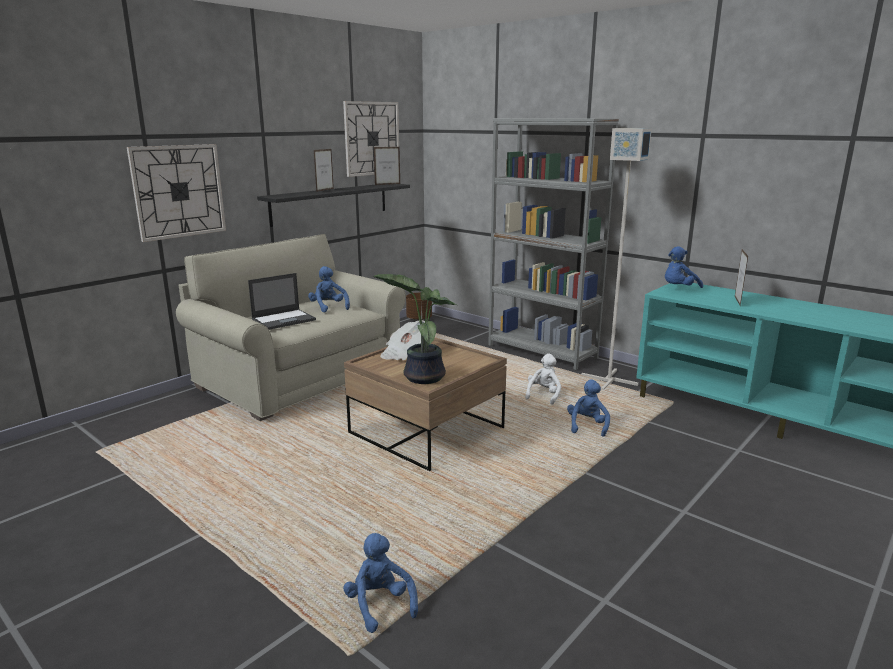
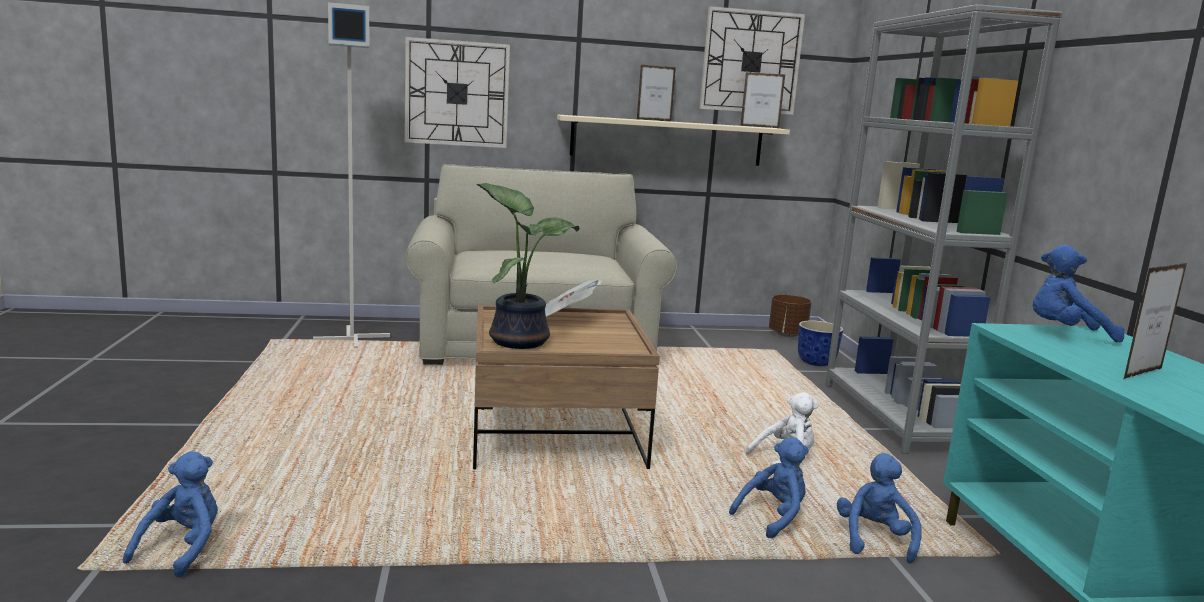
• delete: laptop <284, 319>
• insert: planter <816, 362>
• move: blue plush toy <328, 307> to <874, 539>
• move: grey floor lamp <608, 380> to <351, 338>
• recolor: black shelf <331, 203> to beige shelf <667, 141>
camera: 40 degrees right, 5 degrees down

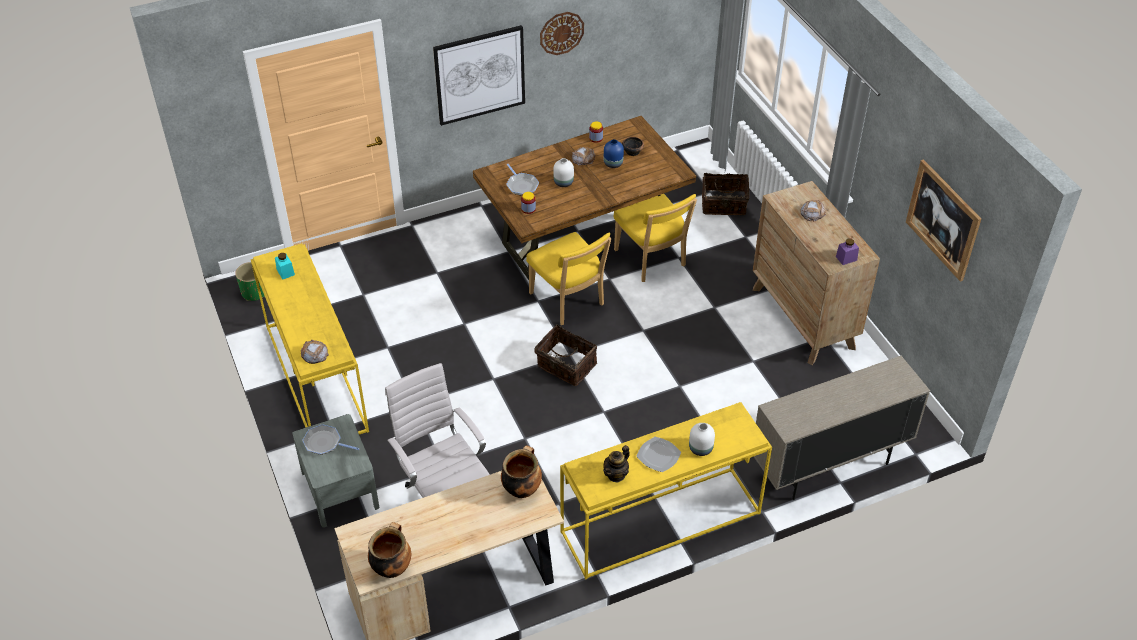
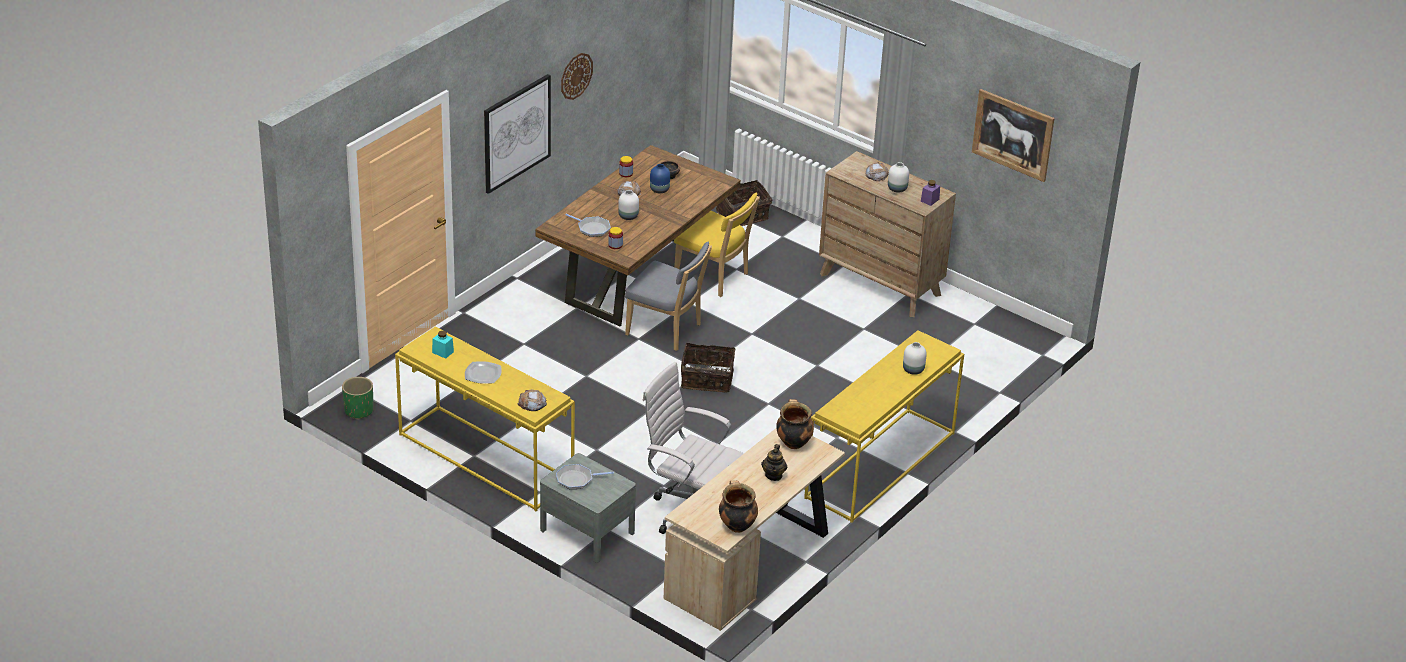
• delete: beige cabinet <828, 466>
• insert: white vase <897, 189>
• move: teapot <616, 474> to <774, 475>
• move: plate <658, 456> to <483, 374>
• recolor: yellow chair <568, 301> to grey chair <667, 331>
camera: 30 degrees left, 10 degrees down

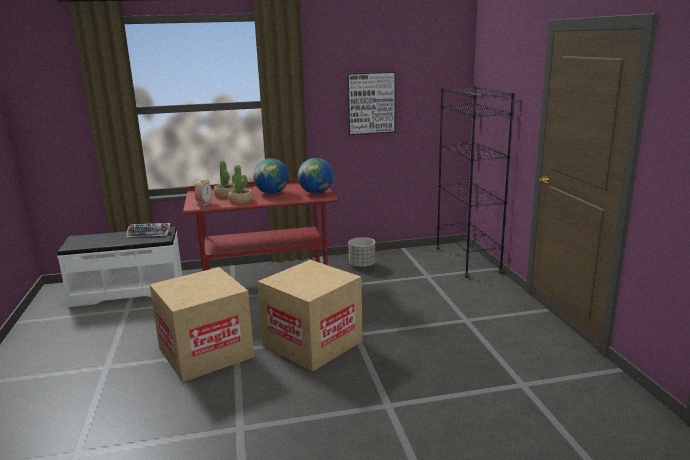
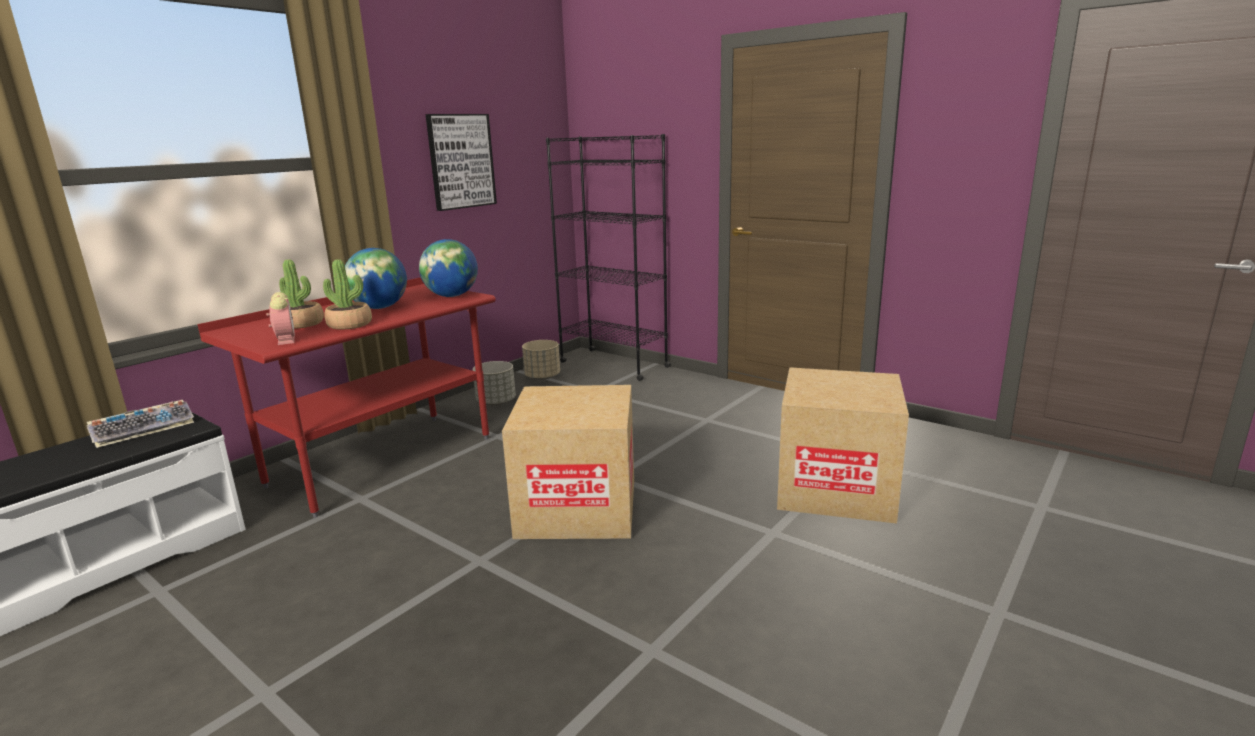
• insert: beige planter <542, 377>
• move: cardboard box <206, 353> to <835, 488>
camera: 40 degrees left, 0 degrees up

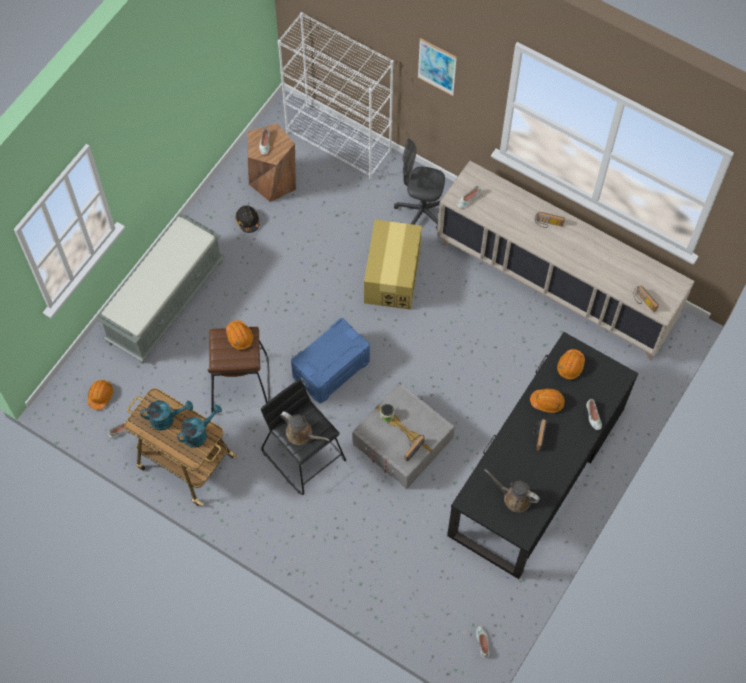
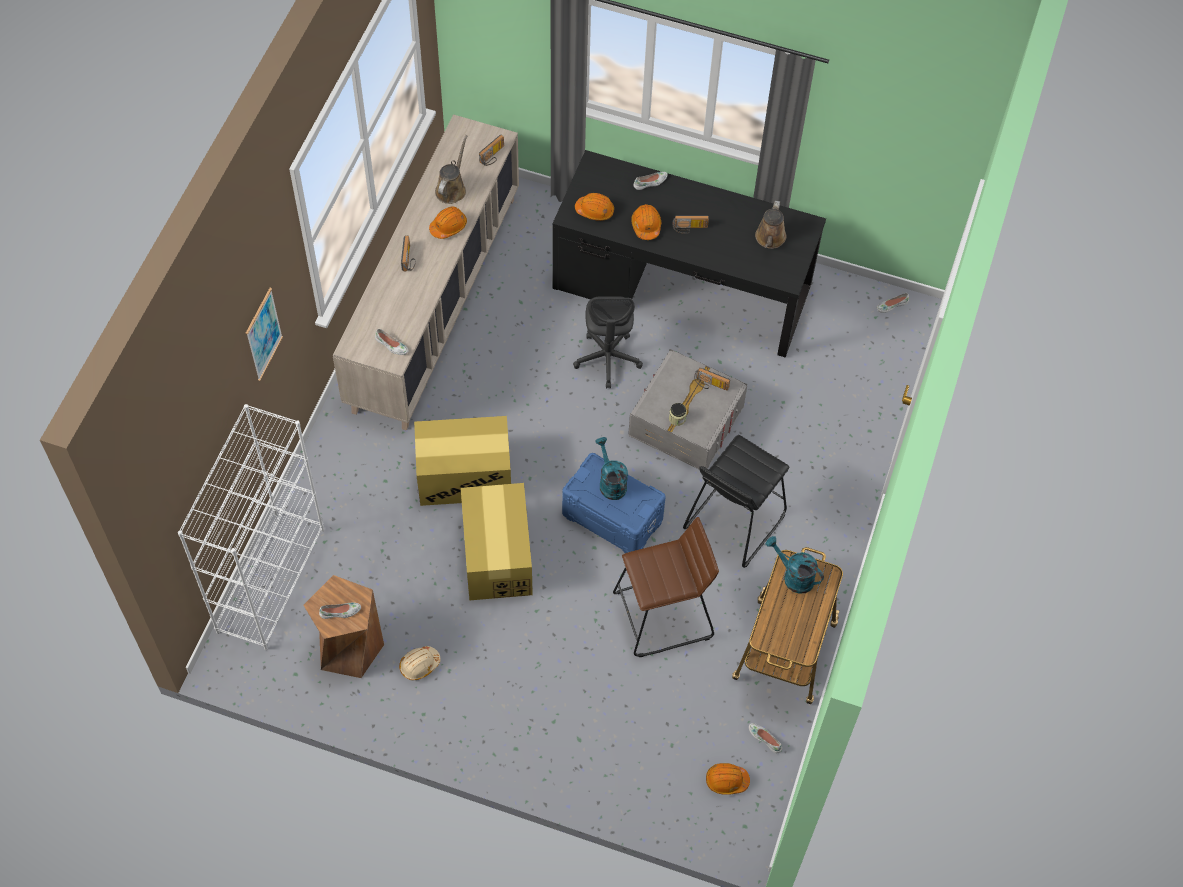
• delete: grey bench <165, 300>
• insert: cardboard box <497, 556>
• move: turquoise watering can <166, 419> to <610, 482>
• move: orange hard hat <239, 337> to <448, 226>
• move: brown watering can <301, 434> to <452, 188>
• move: grey office chair <421, 212> to <607, 359>
• recolor: black hard hat <247, 220> to beige hard hat <419, 665>
camera: 105 degrees left, 5 degrees down

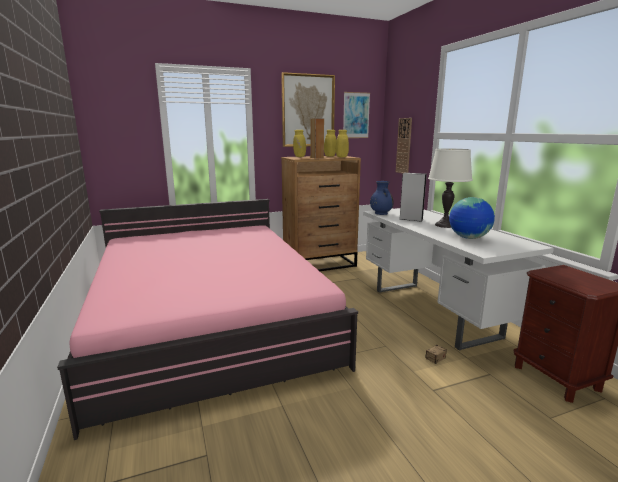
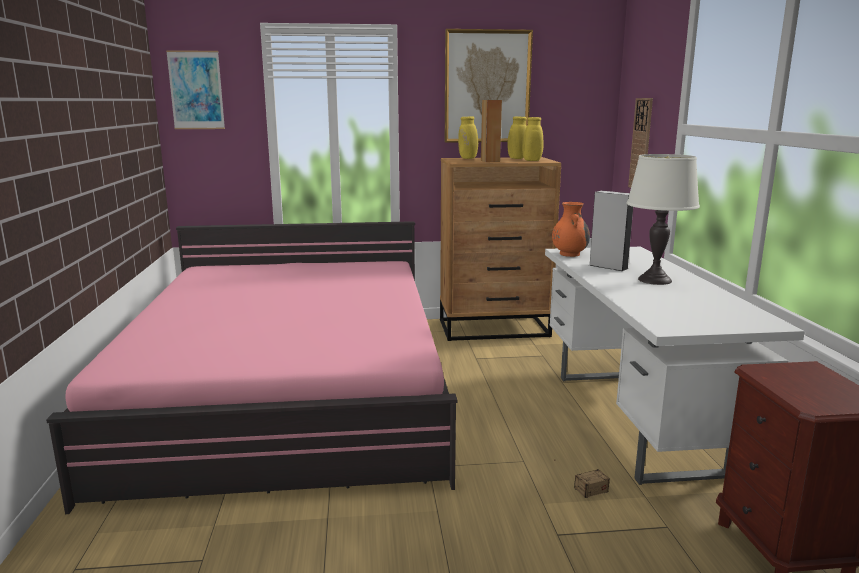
• delete: globe <469, 238>
• move: picture <356, 115> to <196, 90>
• recolor: blue vase <381, 213> to orange vase <569, 254>
camera: 15 degrees right, 0 degrees up

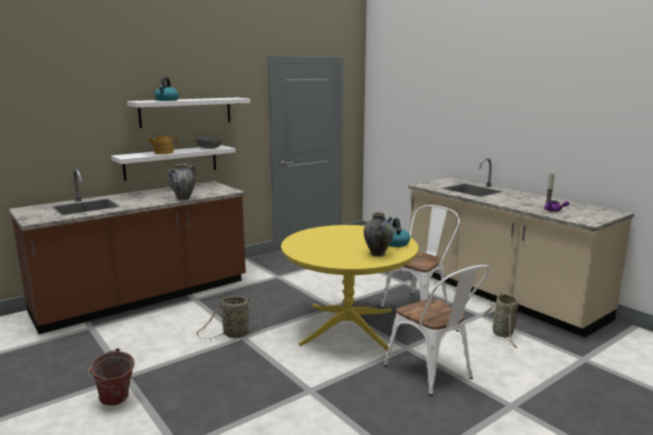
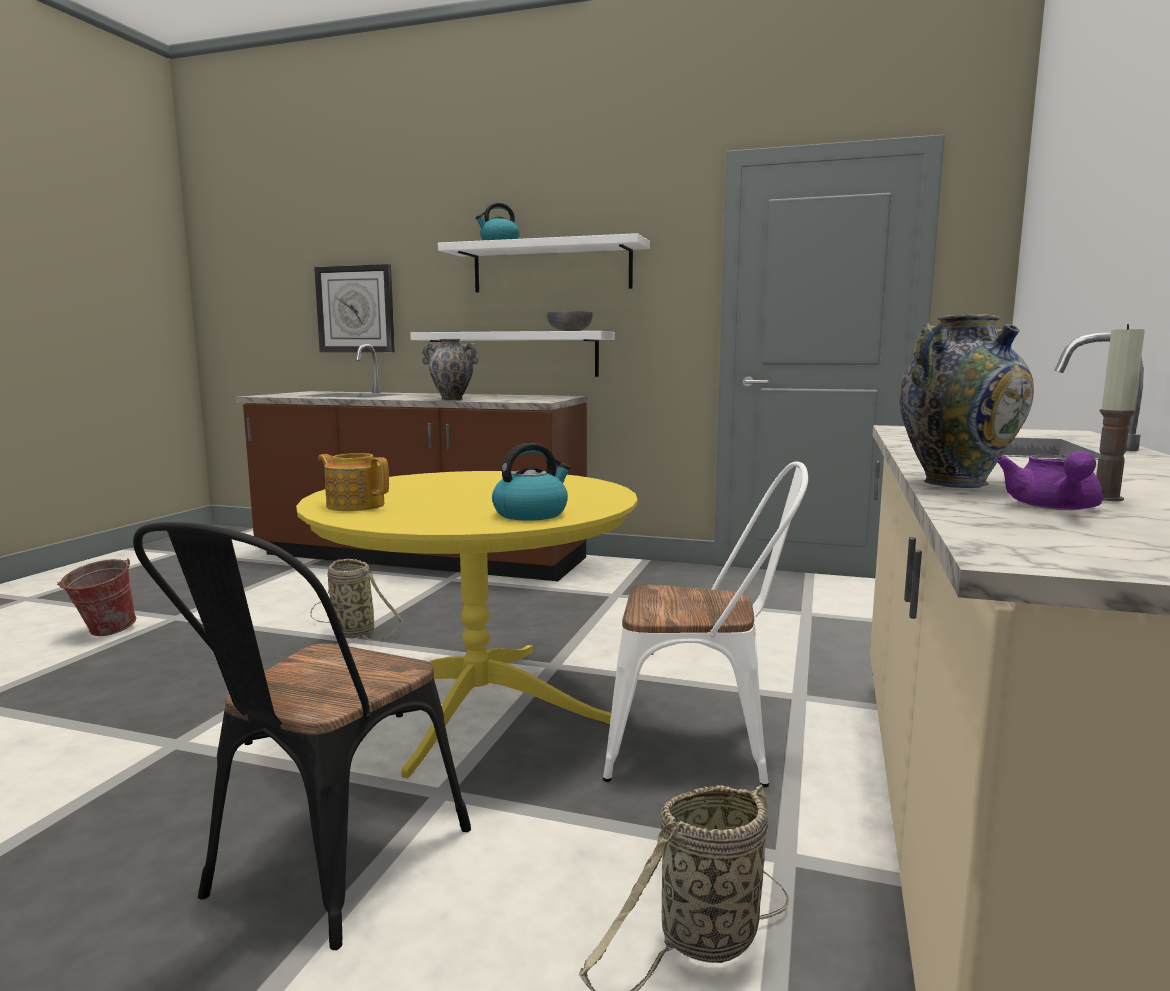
• insert: wall clock <355, 309>
• move: teapot <163, 153> to <355, 505>
• move: vase <378, 253> to <955, 483>
• recolor: white chair <434, 374> to black chair <322, 871>
camera: 55 degrees right, 5 degrees down

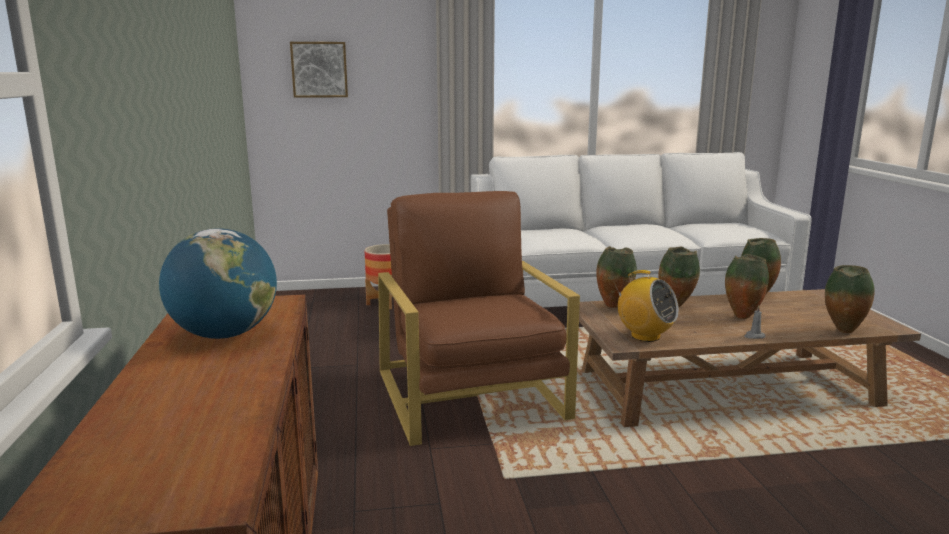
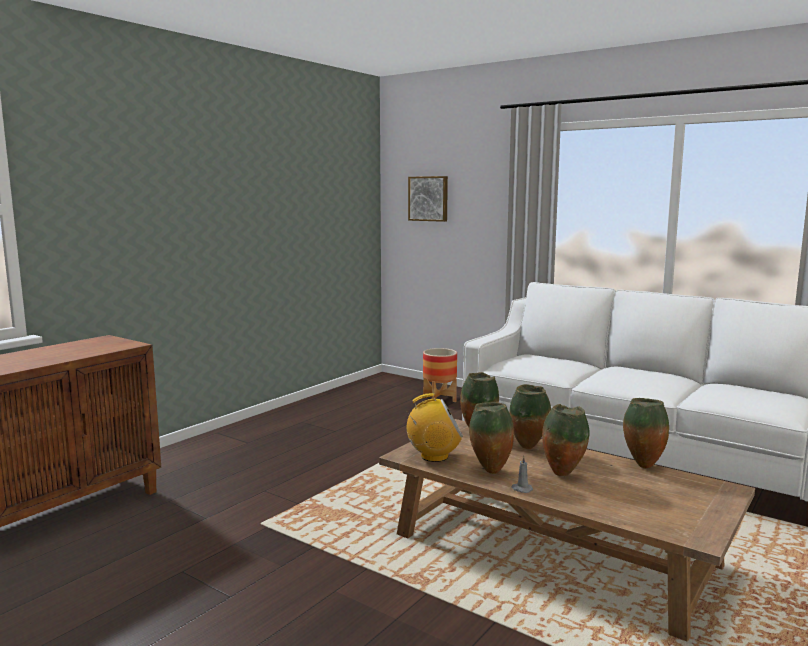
• delete: globe <224, 335>
• delete: brown armchair <471, 395>
• move: vase <843, 332> to <489, 471>
• rotate: radio <645, 336> = <434, 456> 90 degrees counterclockwise
camera: 45 degrees right, 5 degrees down

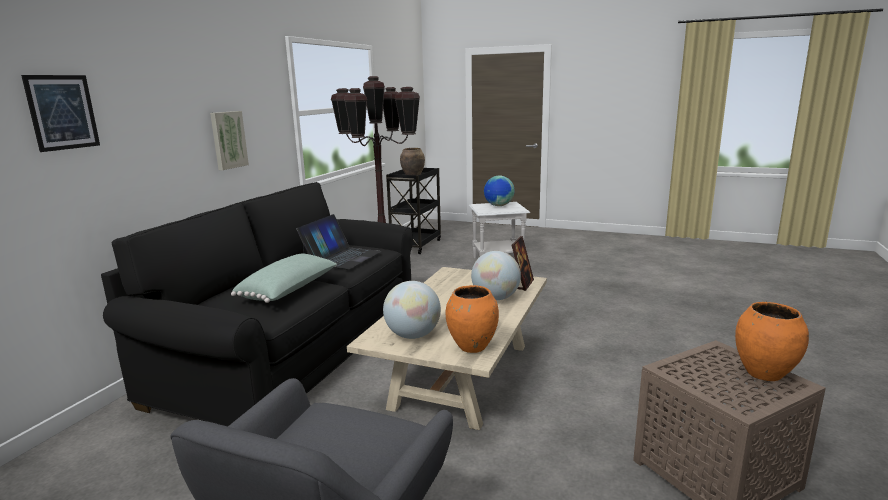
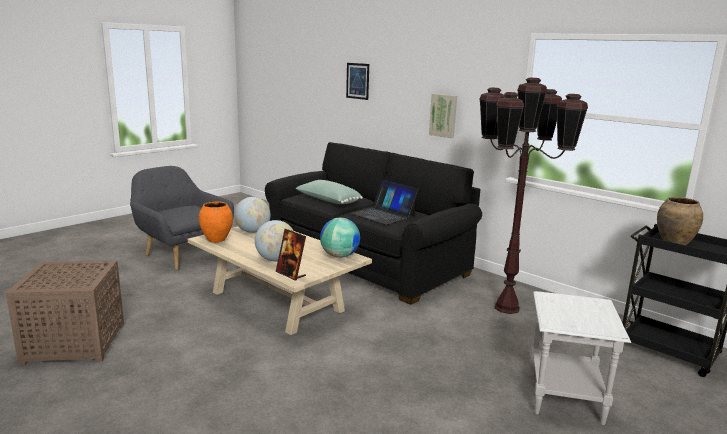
• delete: orange vase <763, 373>
• move: globe <498, 206> to <339, 256>
camera: 110 degrees right, 0 degrees up

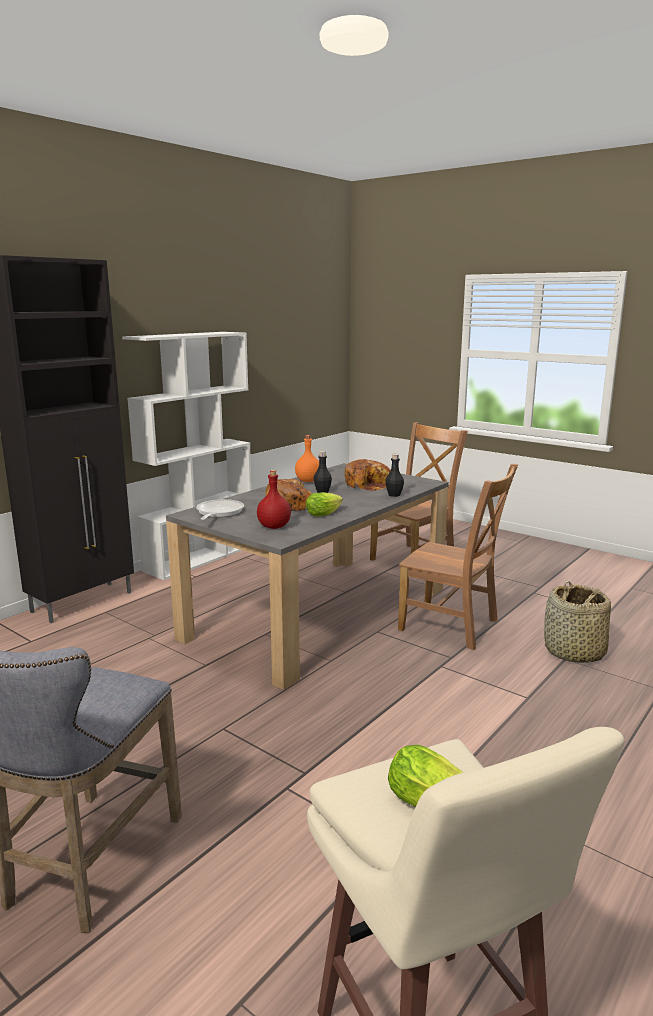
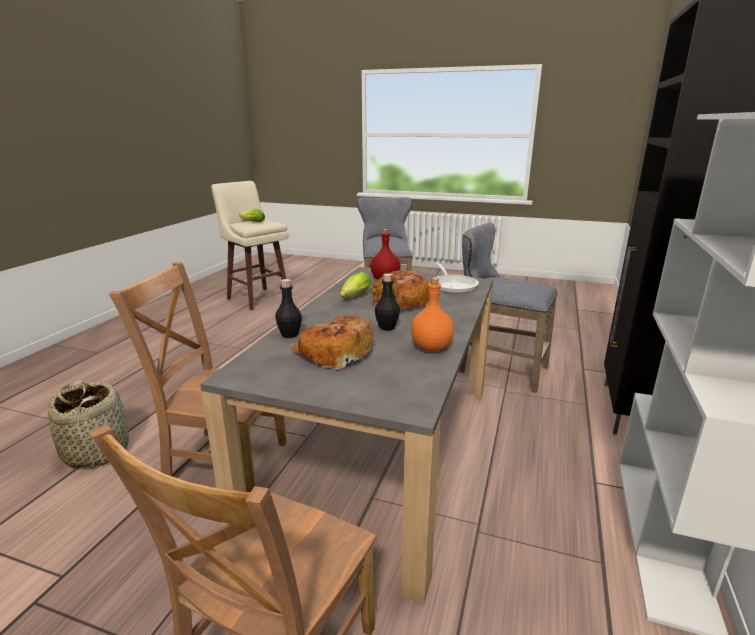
• insert: grey stool <497, 369>
camera: 160 degrees right, 5 degrees up

